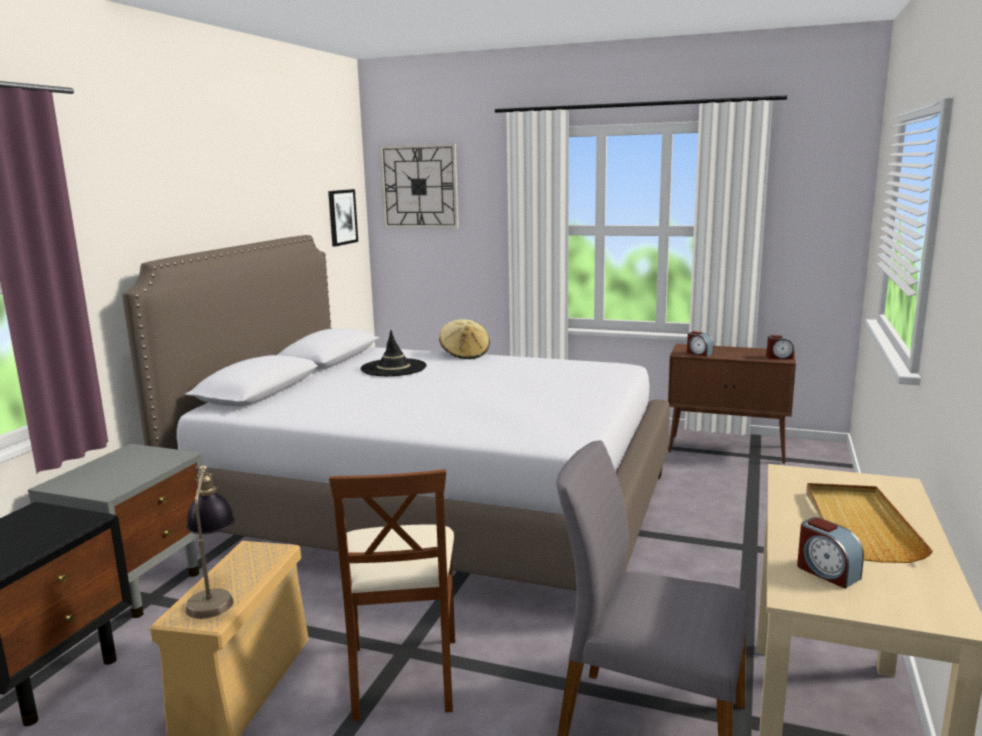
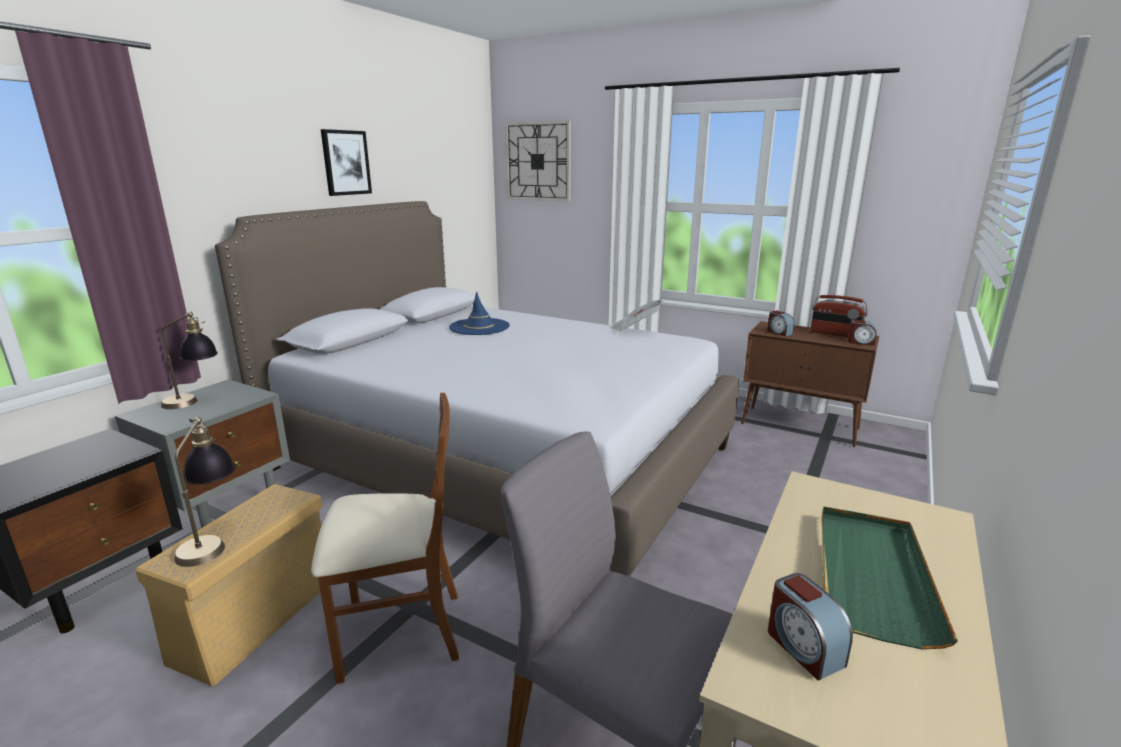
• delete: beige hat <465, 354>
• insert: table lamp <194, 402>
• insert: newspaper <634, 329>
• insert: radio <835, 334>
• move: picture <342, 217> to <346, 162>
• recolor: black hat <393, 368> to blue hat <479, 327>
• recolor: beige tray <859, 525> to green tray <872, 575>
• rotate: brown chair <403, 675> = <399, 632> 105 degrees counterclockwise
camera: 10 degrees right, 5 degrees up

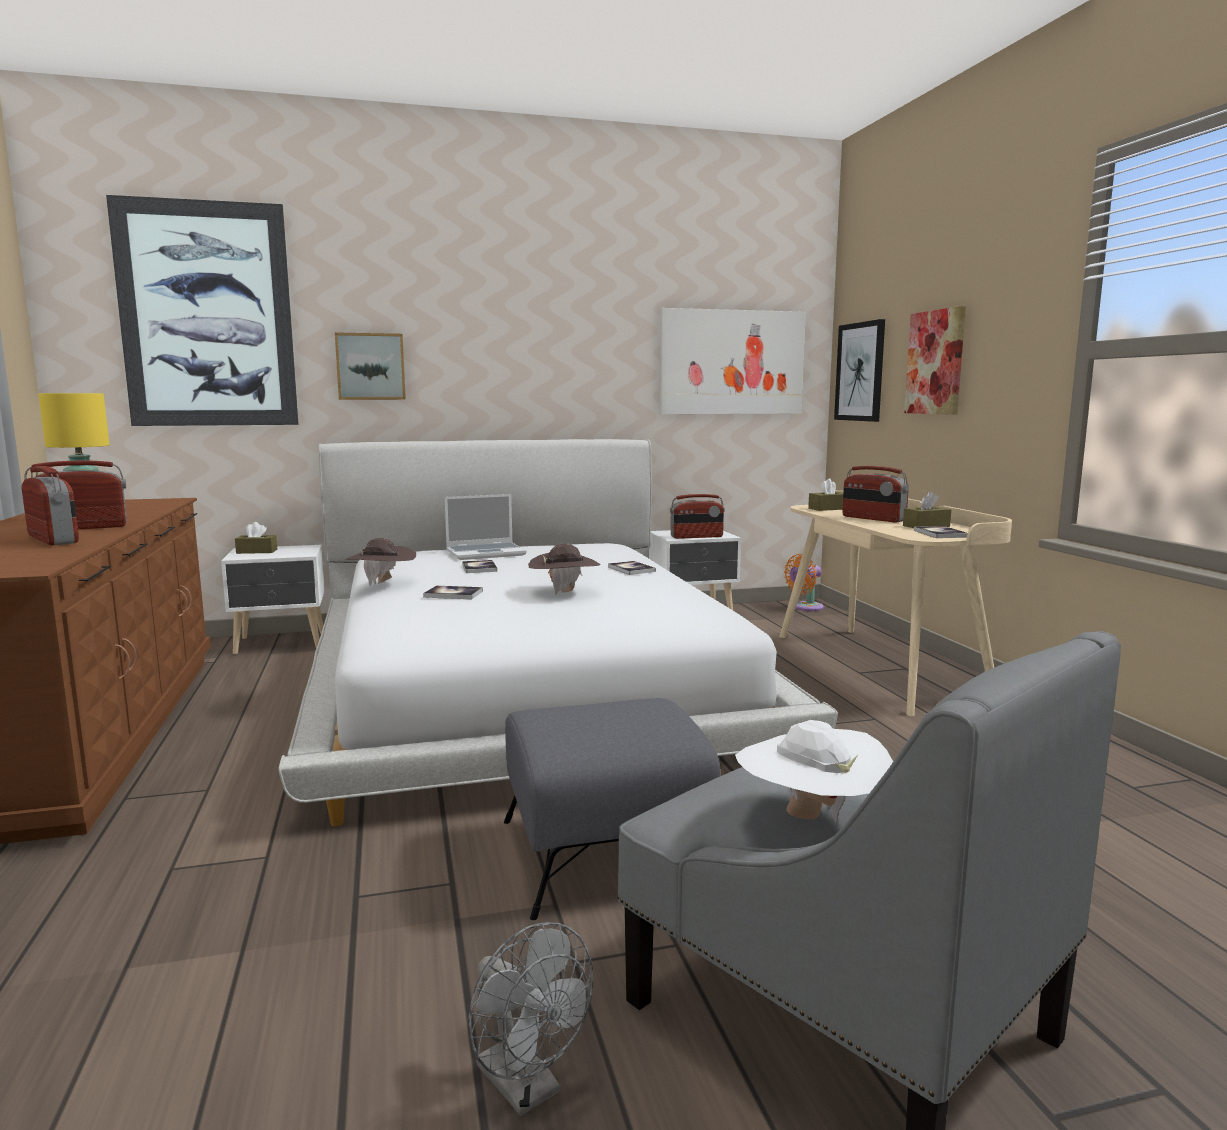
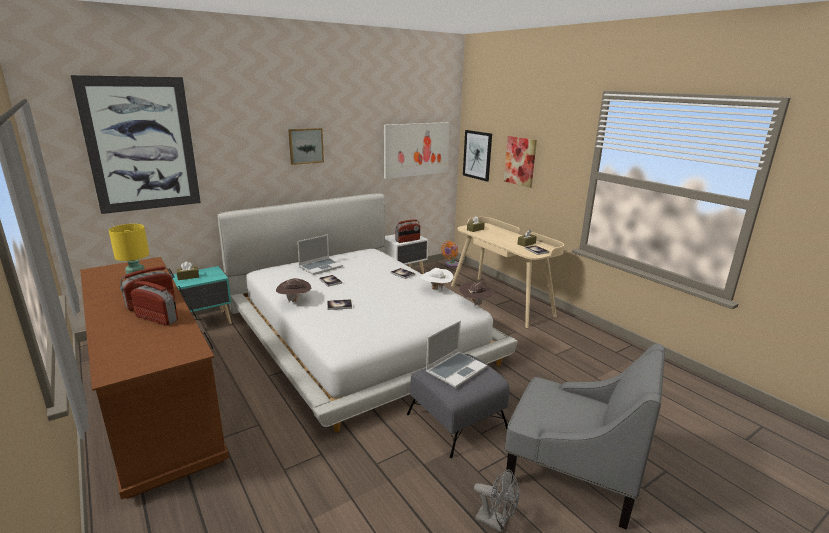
• delete: radio <873, 519>
• insert: laptop <456, 369>
• move: picture <370, 366> to <305, 146>
• move: brown hat <565, 592> to <476, 304>
• move: white hat <810, 817> to <436, 289>
• recolor: white nightstand <282, 643> to turquoise nightstand <206, 323>
camera: 20 degrees left, 10 degrees up

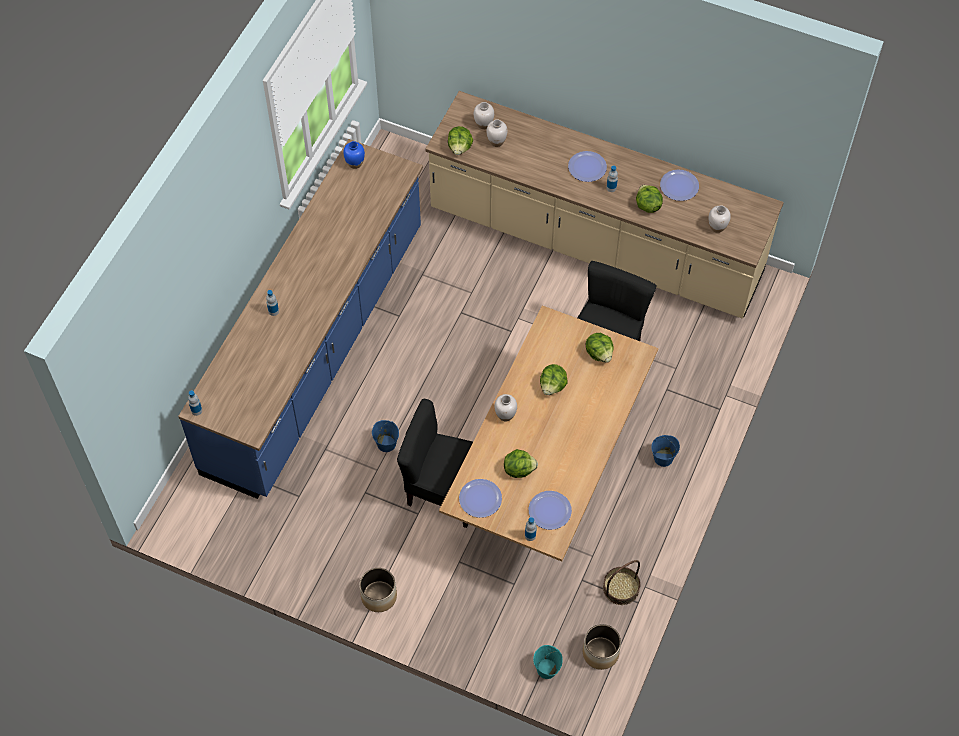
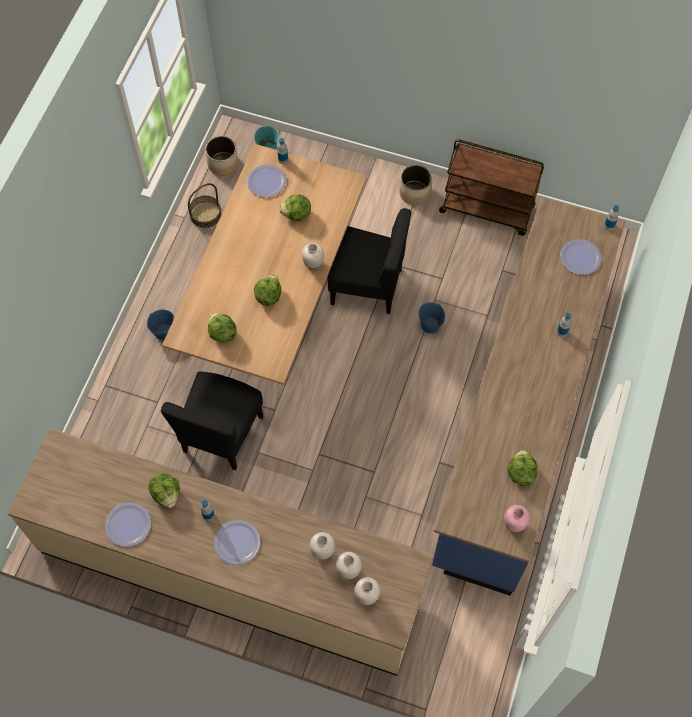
• insert: brown cart <487, 209>
• move: lettuce <460, 148> to <520, 473>
• move: plate <480, 499> to <580, 257>
• move: white vase <717, 227> to <322, 551>
• recolor: blue vase <355, 163> to pink vase <514, 524>
camera: 175 degrees right, 5 degrees up

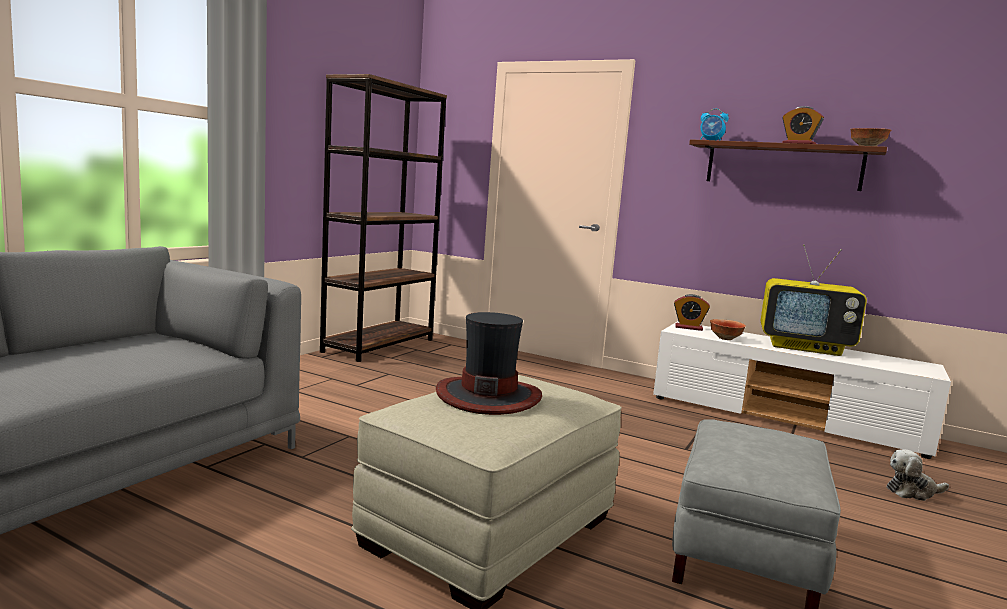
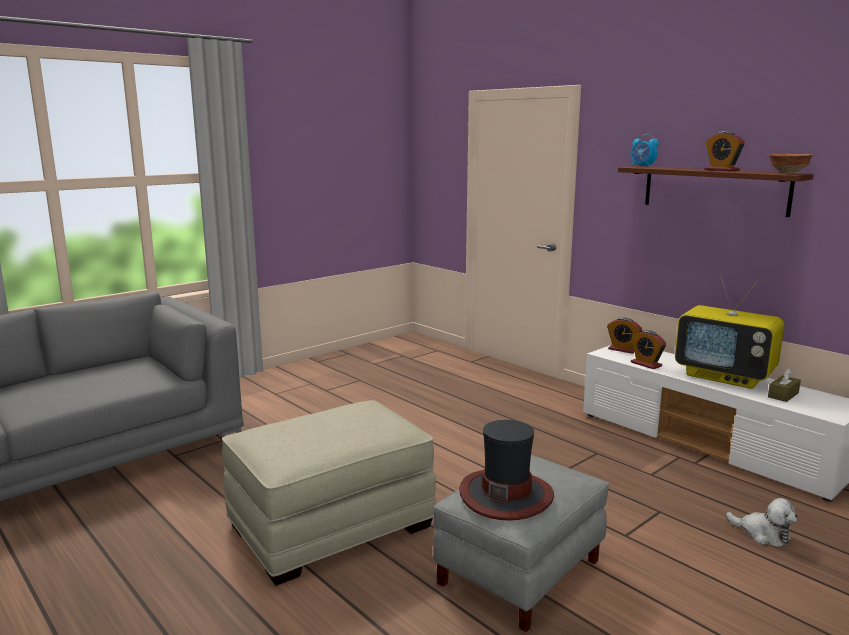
• delete: brown bookcase <379, 345>
• insert: brown tissue box <783, 395>
• move: hat <488, 396> to <506, 495>
• replace: bowl <726, 339> to alarm clock <646, 364>
• rotate: plush toy <912, 492> = <762, 534> 150 degrees counterclockwise
camera: 20 degrees right, 5 degrees up

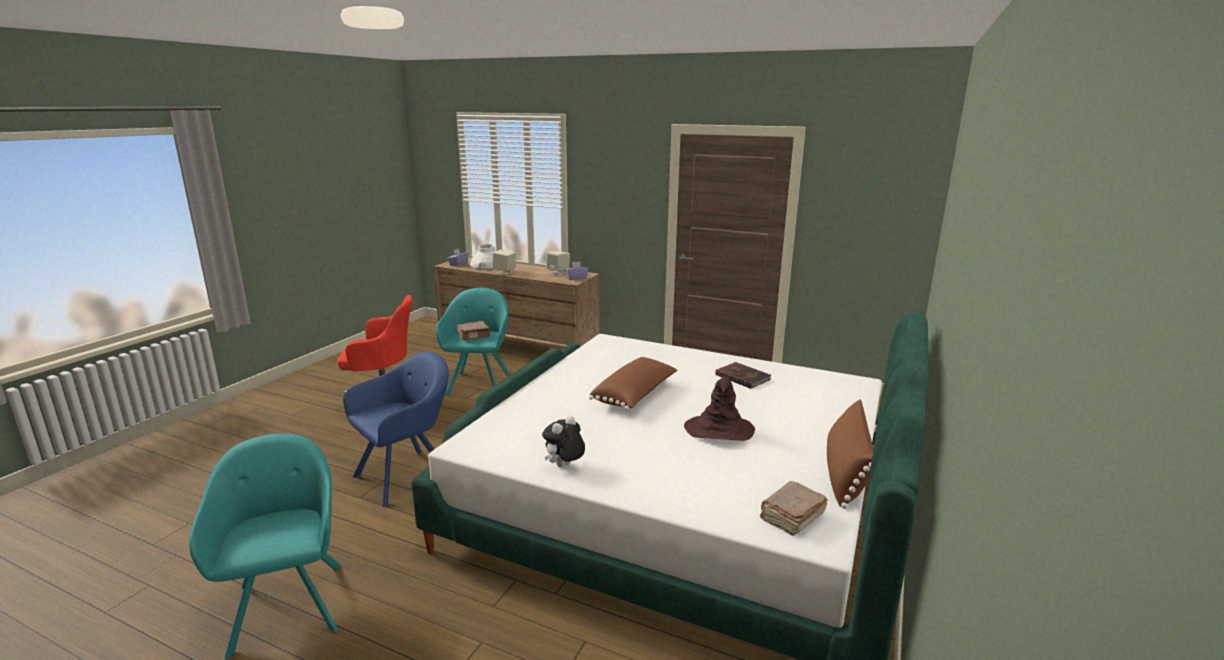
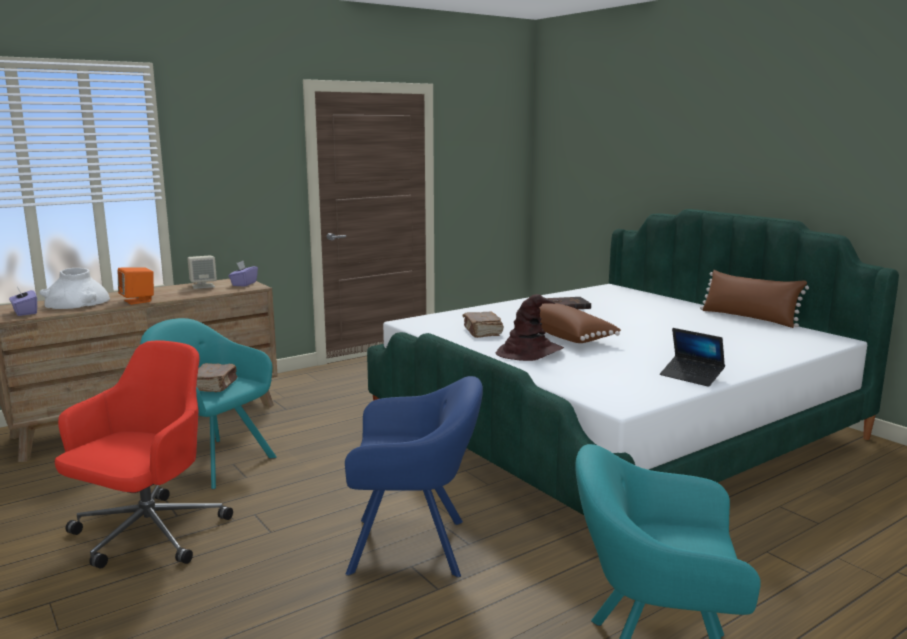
• move: brown hat <719, 430> to <529, 352>
• move: brown book <791, 517> to <482, 332>
• replace: plush toy <564, 466> to laptop <691, 376>
• recolor: beige speaker <505, 272> to orange speaker <138, 301>
• rotate: blue armchair <408, 475> = <415, 546> 105 degrees clockwise
camera: 60 degrees left, 5 degrees down

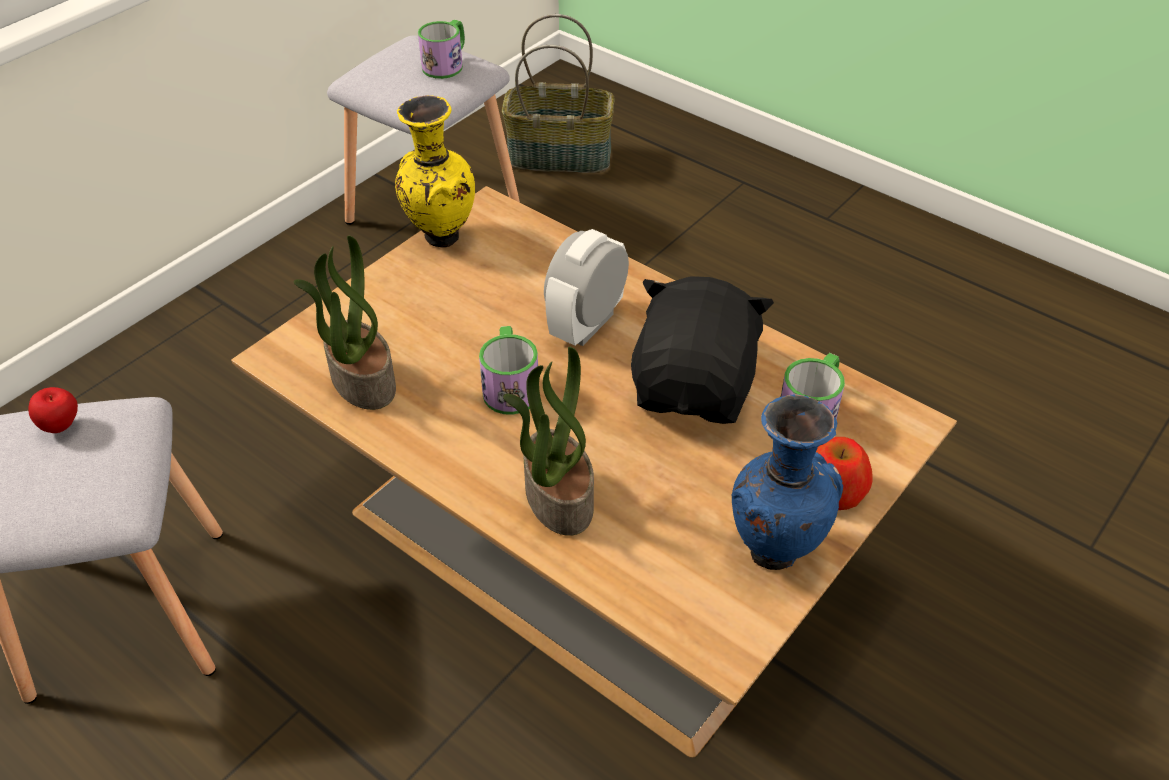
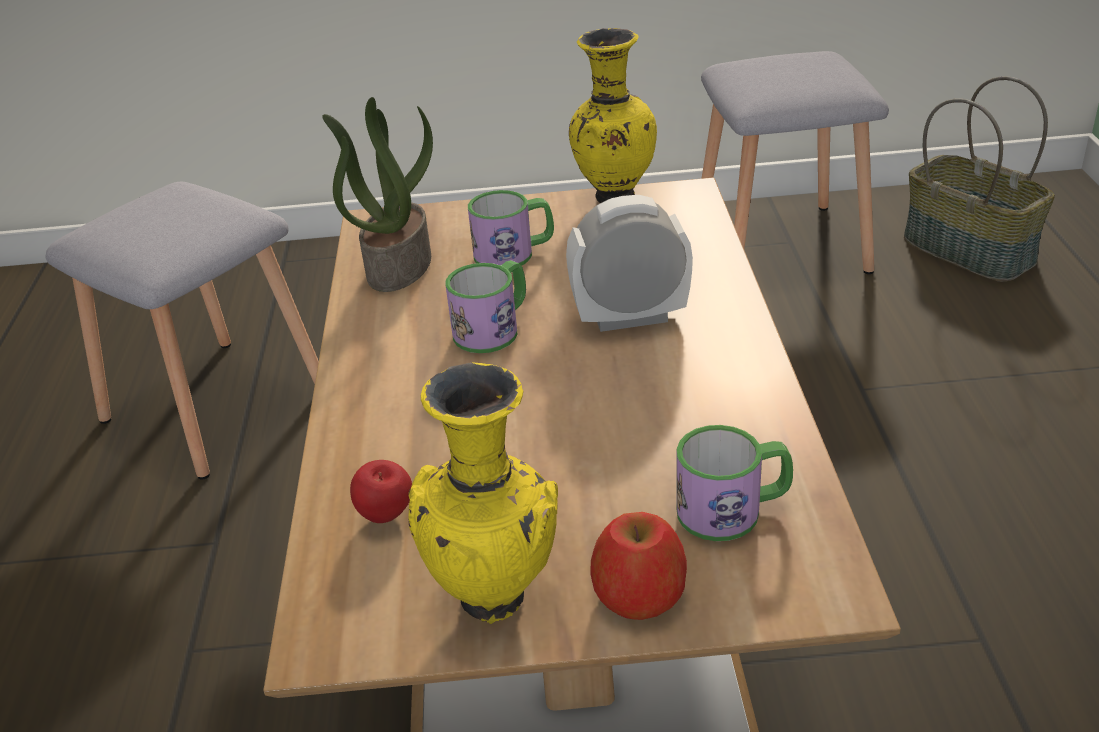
• delete: potted plant <557, 497>
• delete: black plush toy <695, 388>
• move: apple <62, 427> to <387, 517>
• move: mug <447, 64> to <514, 253>
• recolor: blue vase <773, 550> to yellow vase <497, 598>
camera: 50 degrees right, 10 degrees down

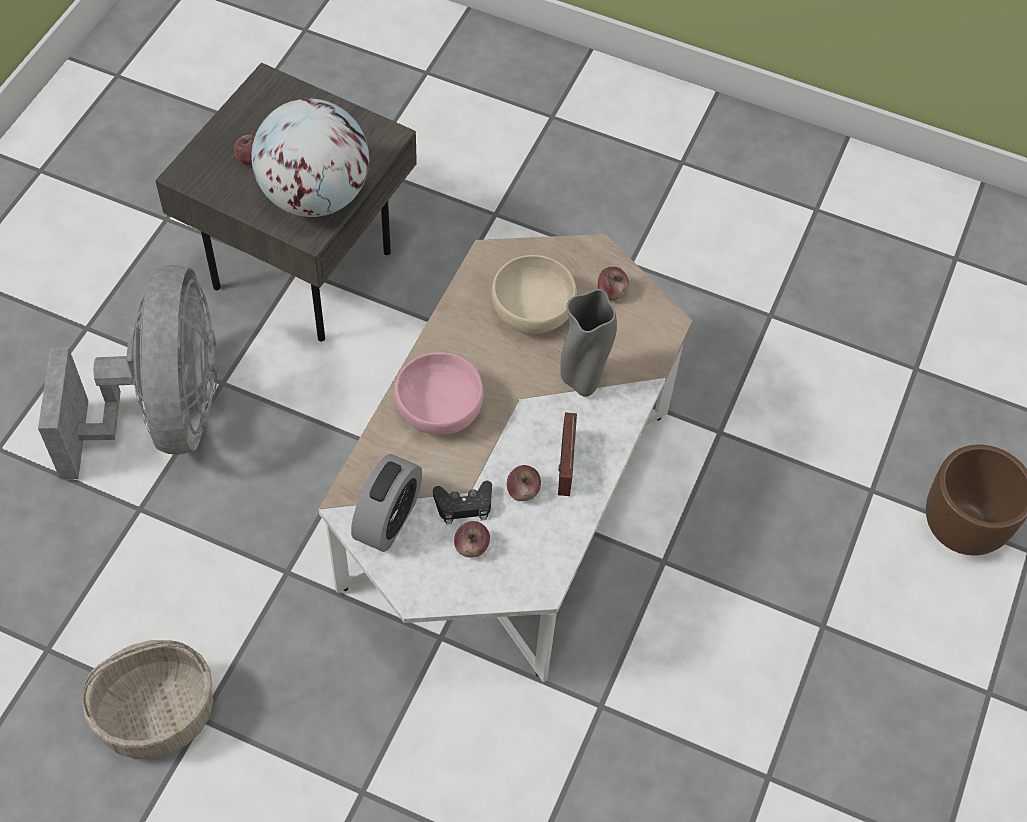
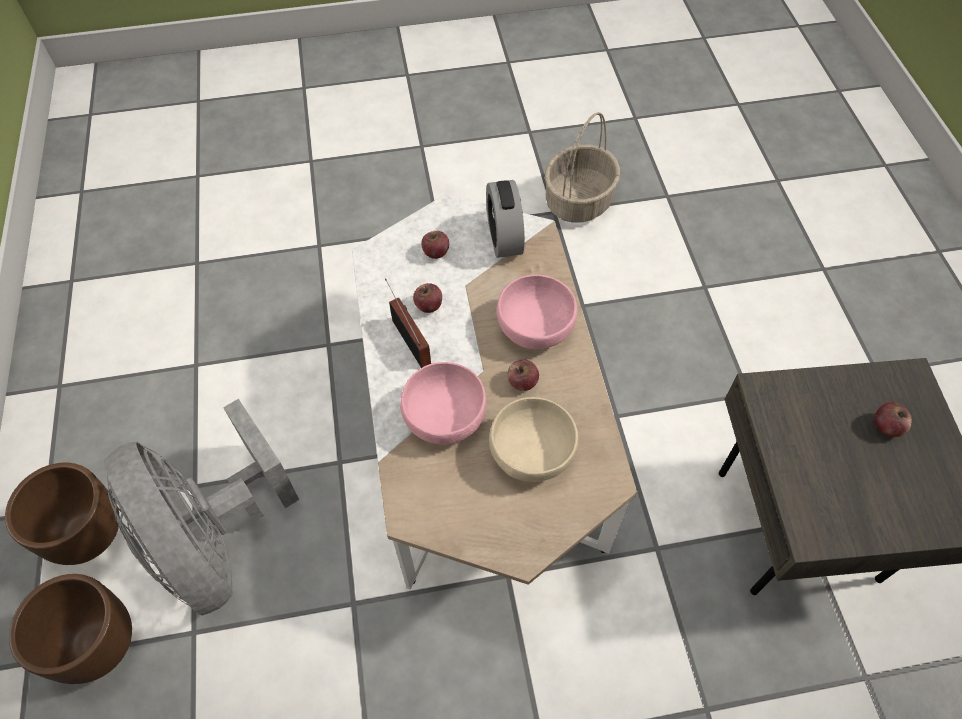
• delete: globe <314, 196>
• delete: black game controller <464, 505>
• insert: brown planter <89, 533>
• move: grey fan <164, 416> to <216, 540>
• move: apple <611, 292> to <522, 382>
• replace: grey vase <582, 380> to pink bowl <445, 415>
camera: 150 degrees right, 0 degrees up

